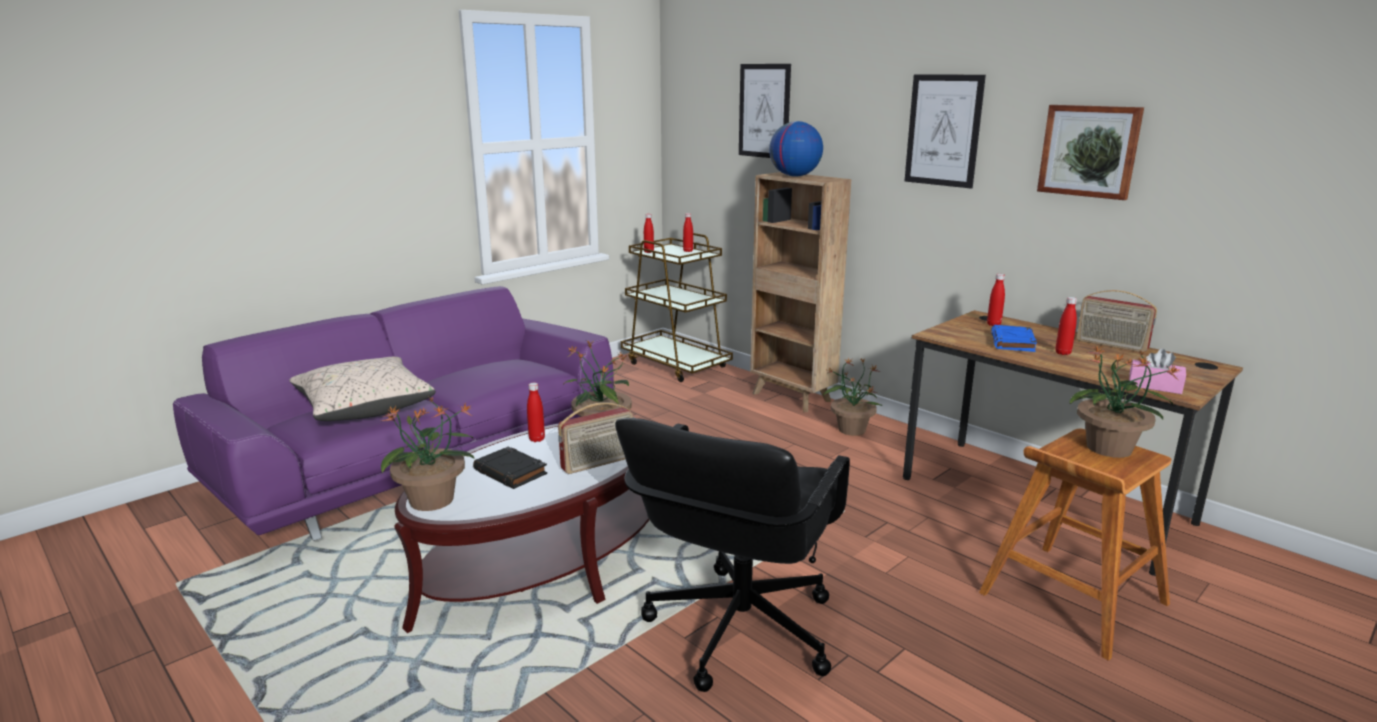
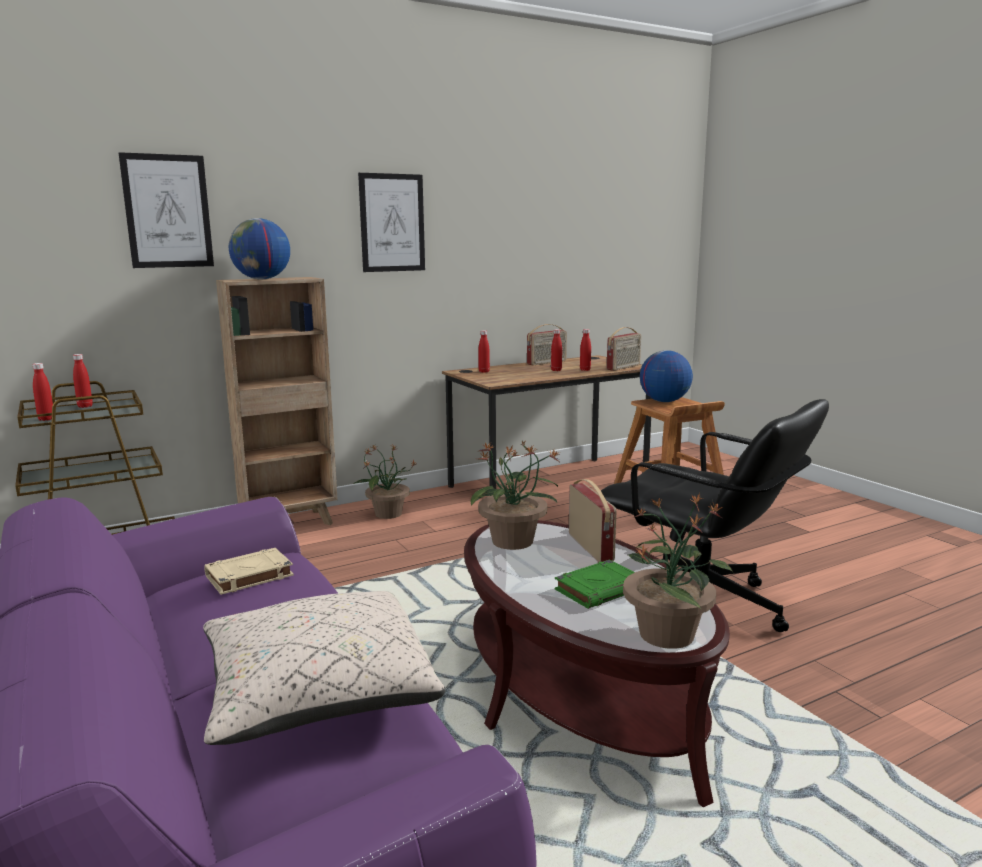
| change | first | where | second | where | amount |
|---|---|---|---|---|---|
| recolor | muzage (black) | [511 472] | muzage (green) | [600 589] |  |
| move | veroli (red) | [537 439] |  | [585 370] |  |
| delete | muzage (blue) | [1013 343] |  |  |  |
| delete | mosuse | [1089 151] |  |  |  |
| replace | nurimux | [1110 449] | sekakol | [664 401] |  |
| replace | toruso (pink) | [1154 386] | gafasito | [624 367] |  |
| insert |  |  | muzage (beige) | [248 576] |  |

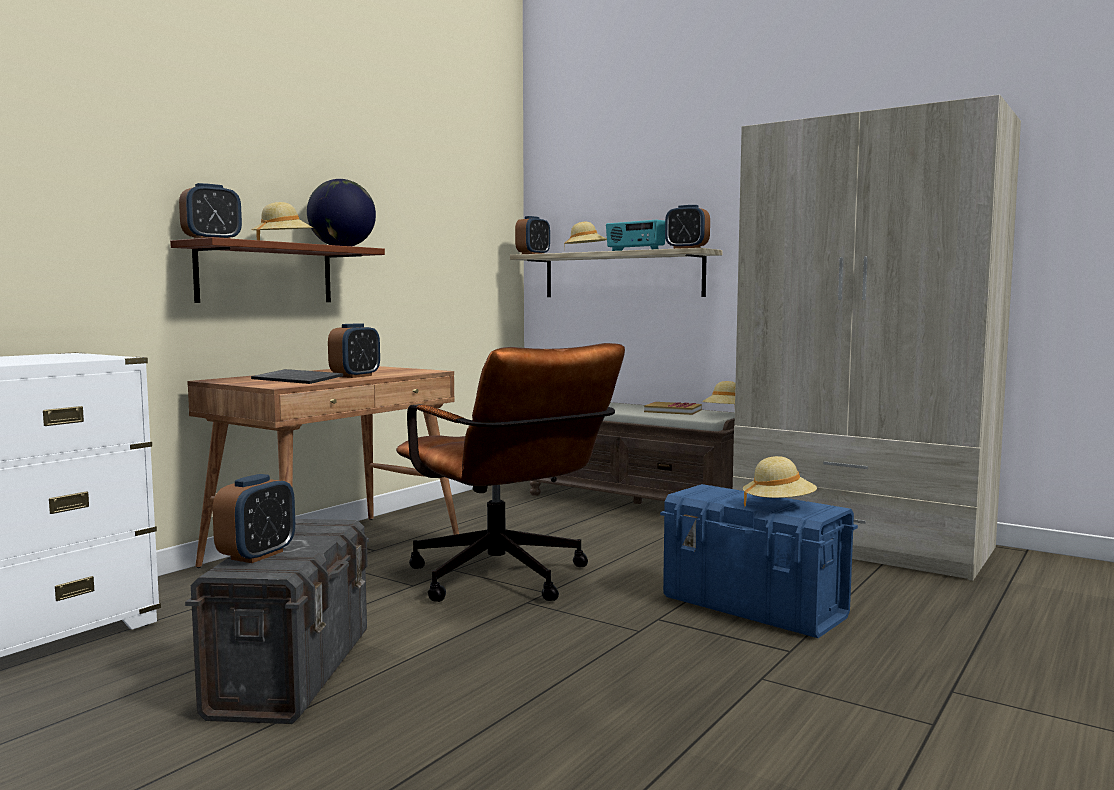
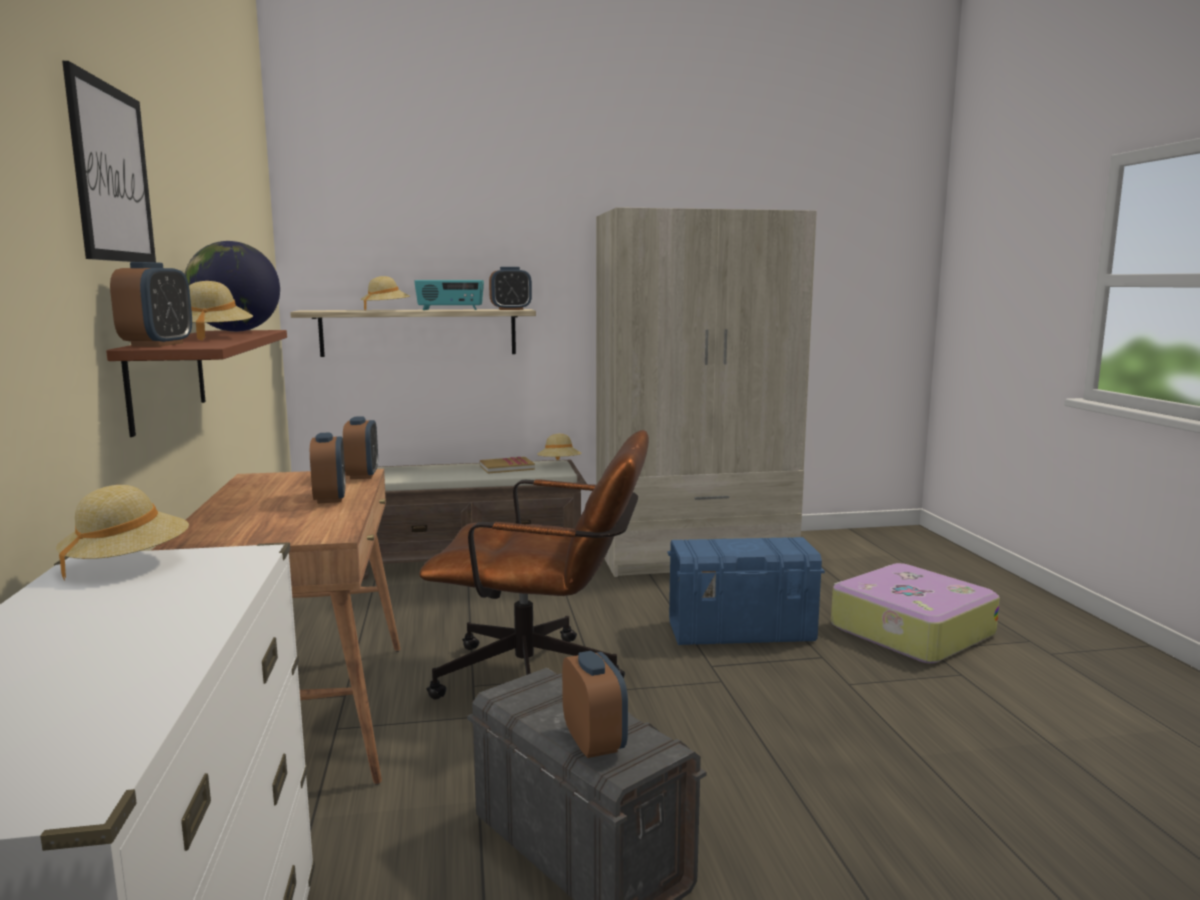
| change | first | where | second | where | amount |
|---|---|---|---|---|---|
| delete | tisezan | [299 379] |  |  |  |
| move | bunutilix | [533 254] |  | [362 475] |  |
| move | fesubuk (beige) | [778 506] |  | [127 563] |  |
| insert |  |  | mosuse | [111 173] |  |
| insert |  |  | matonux | [909 630] |  |

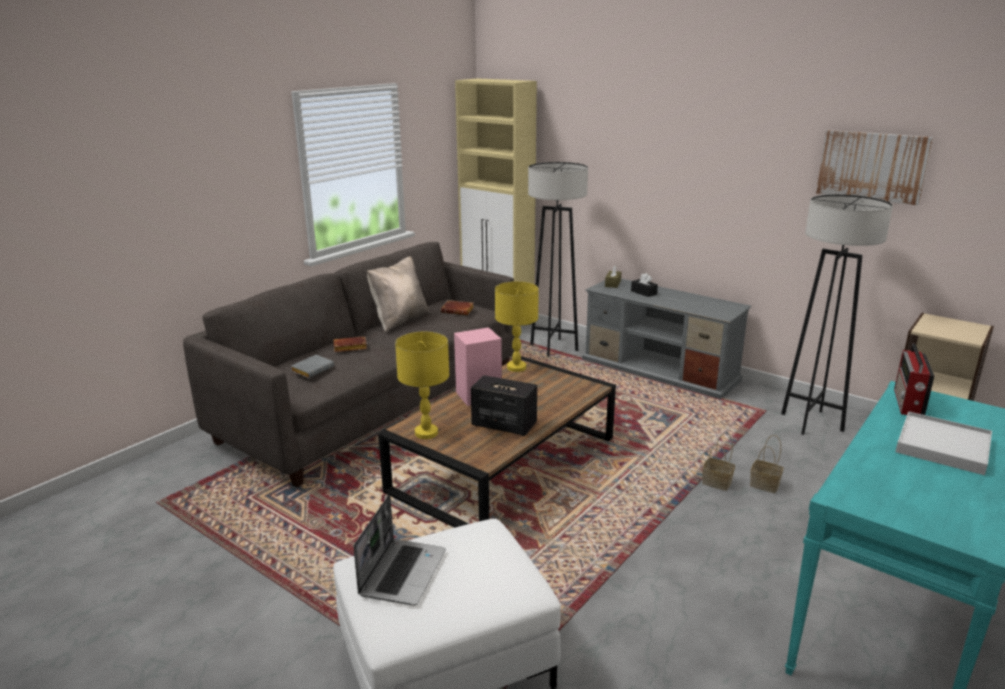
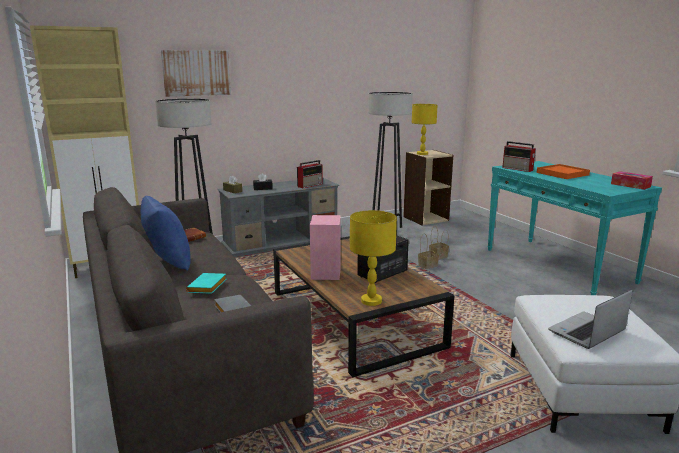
| change | first | where | second | where | amount |
|---|---|---|---|---|---|
| recolor | muzage (brown) | [349 348] | muzage (turquoise) | [208 287] |  |
| rotate | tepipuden | [402 572] |  | [587 332] | 75 degrees counterclockwise |
| recolor | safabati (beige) | [399 320] | safabati (blue) | [168 261] |  |
| move | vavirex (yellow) | [516 367] |  | [422 154] |  |
| move | mosuse | [872 166] |  | [196 73] |  |
| recolor | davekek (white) | [942 446] | davekek (orange) | [562 174] |  |
| insert |  |  | gafasito | [310 185] |  |
| insert |  |  | toruso | [630 185] |  |

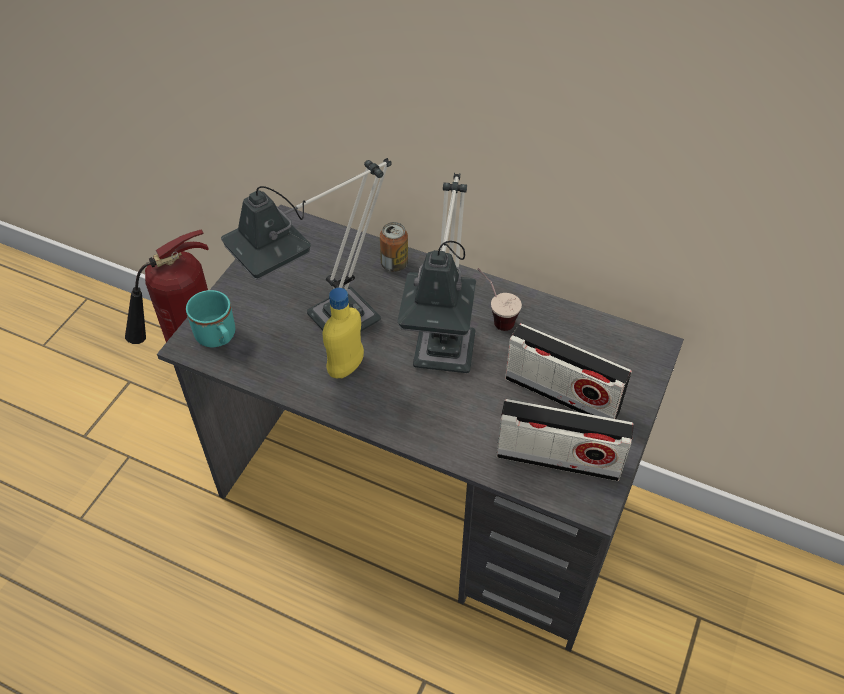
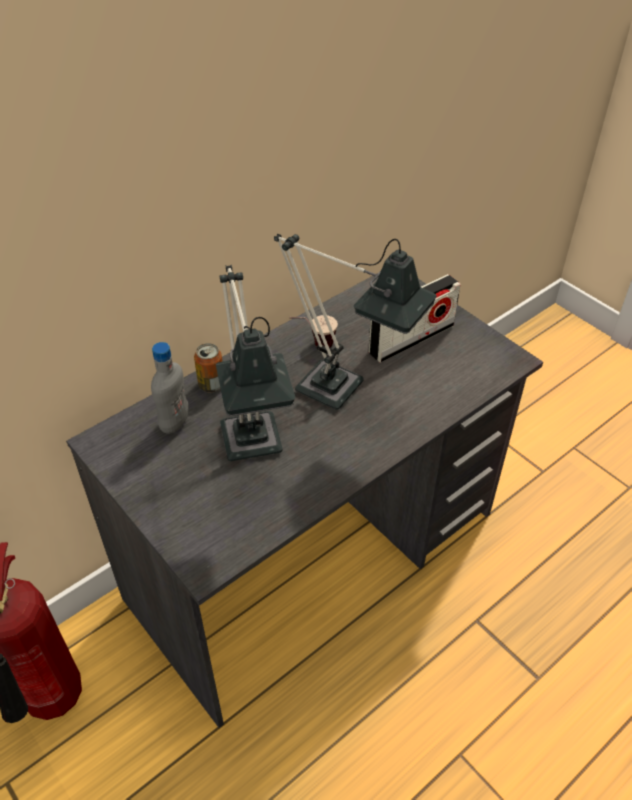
| change | first | where | second | where | amount |
|---|---|---|---|---|---|
| delete | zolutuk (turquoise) | [218 338] |  |  |  |
| delete | veroli (yellow) | [346 367] |  |  |  |
| delete | gafasito | [558 459] |  |  |  |
| insert |  |  | veroli (grey) | [174 422] |  |

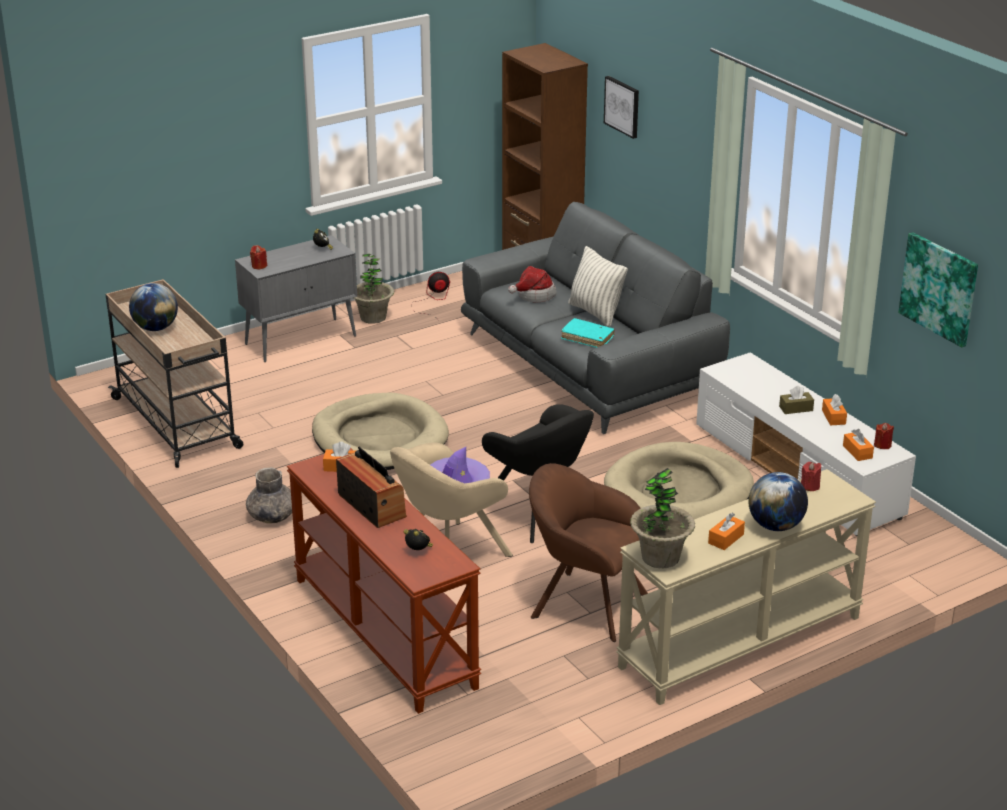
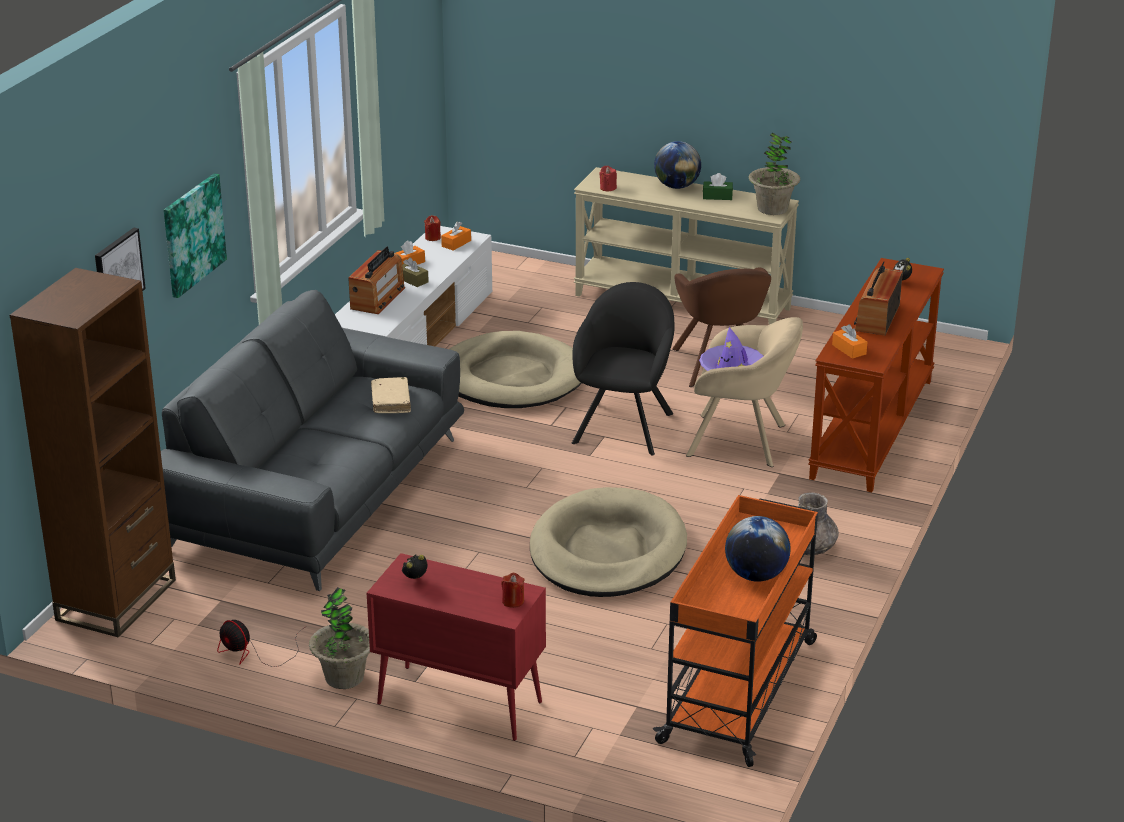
| change | first | where | second | where | amount |
|---|---|---|---|---|---|
| recolor | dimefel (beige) | [177 424] | dimefel (orange) | [740 690] |  |
| recolor | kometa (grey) | [301 340] | kometa (red) | [458 703] |  |
| delete | fesubuk | [533 295] |  |  |  |
| recolor | muzage (turquoise) | [587 338] | muzage (beige) | [391 401] |  |
| delete | safabati | [595 313] |  |  |  |
| recolor | toruso (orange) | [726 539] | toruso (green) | [717 196] |  |
| move | mosuse | [939 288] |  | [192 234] |  |
| insert |  |  | gafasito | [377 298] |  |

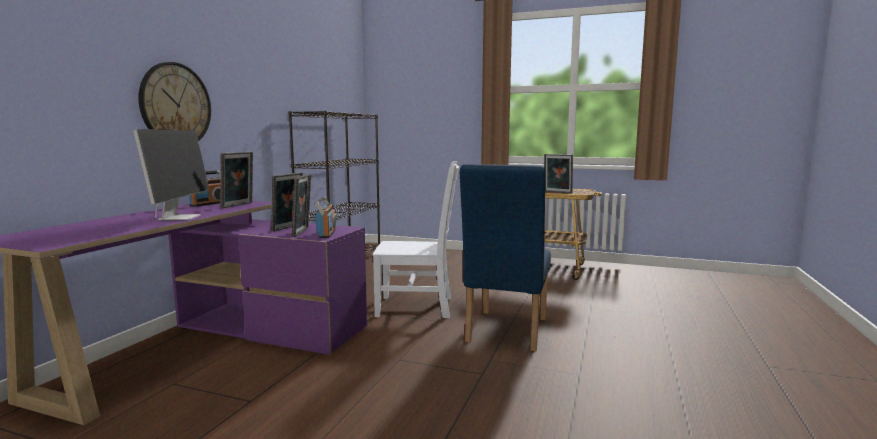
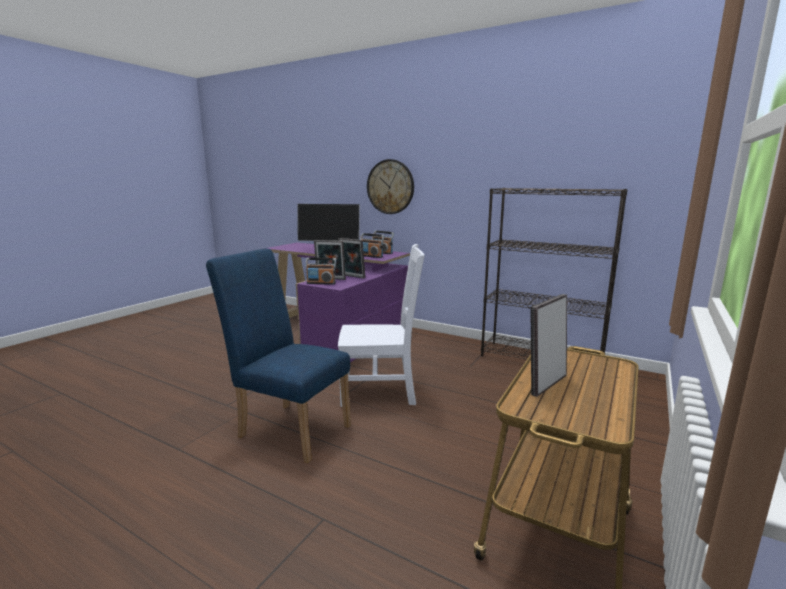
| change | first | where | second | where | amount |
|---|---|---|---|---|---|
| replace | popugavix | [239 205] | gafasito | [371 256] |  |
| rotate | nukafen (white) | [418 307] |  | [381 391] | 105 degrees counterclockwise |

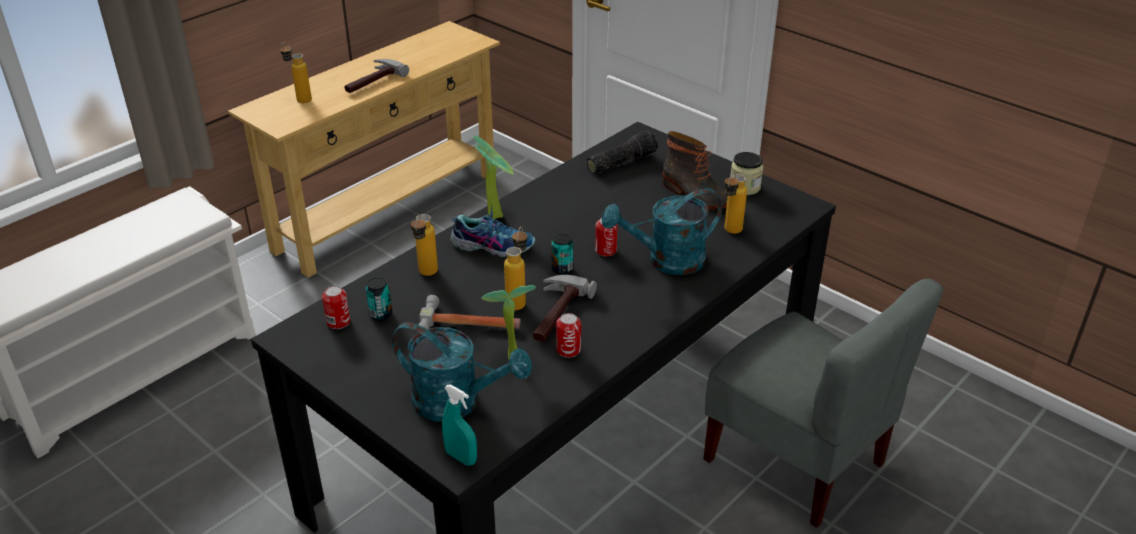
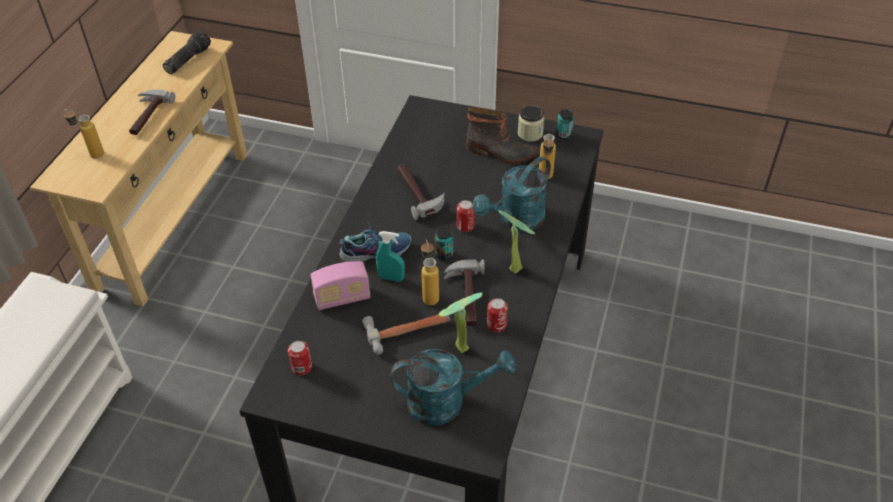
| change | first | where | second | where | amount |
|---|---|---|---|---|---|
| move | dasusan | [381 314] |  | [563 135] |  |
| replace | veroli | [426 275] | gafasito | [342 298] |  |
| move | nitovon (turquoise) | [461 457] |  | [391 278] |  |
| move | nurimux | [496 214] |  | [515 266] |  |
| move | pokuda | [621 162] |  | [187 59] |  |
| delete | nukafen (grey) | [796 461] |  |  |  |
| insert |  |  | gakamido | [419 194] |  |

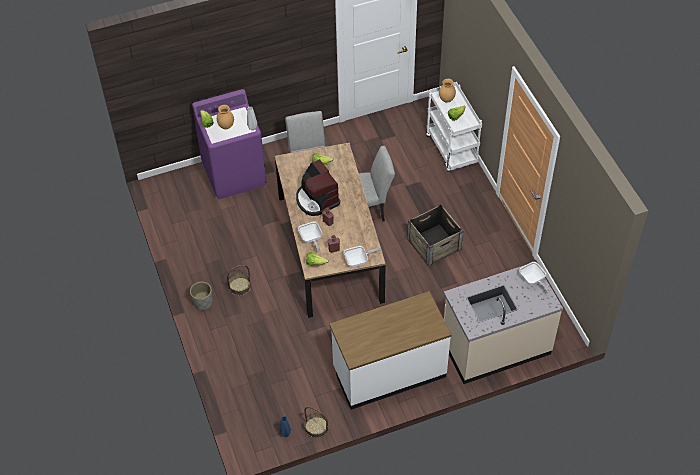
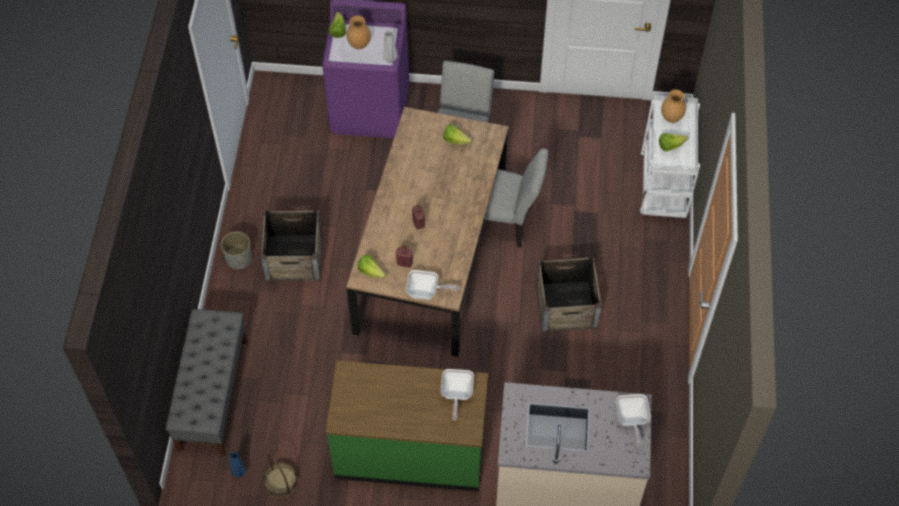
| change | first | where | second | where | amount |
|---|---|---|---|---|---|
| replace | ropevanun | [240 286] | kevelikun | [294 257] |  |
| delete | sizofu | [316 200] |  |  |  |
| move | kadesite | [311 239] |  | [456 394] |  |
| recolor | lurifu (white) | [389 372] | lurifu (green) | [410 451] |  |
| insert |  |  | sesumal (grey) | [213 394] |  |

